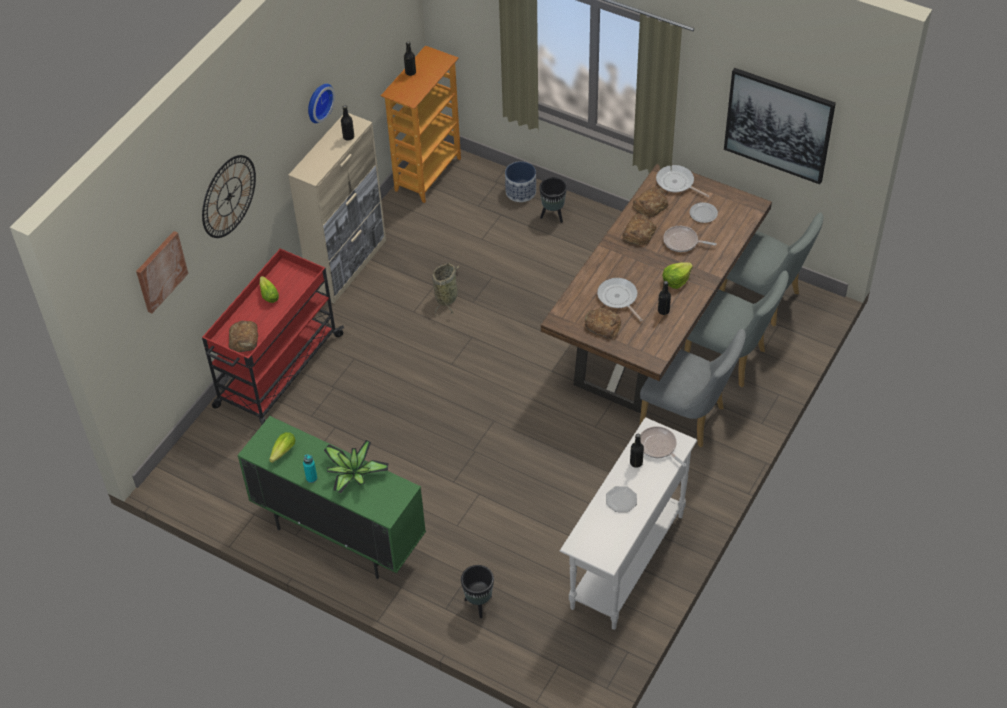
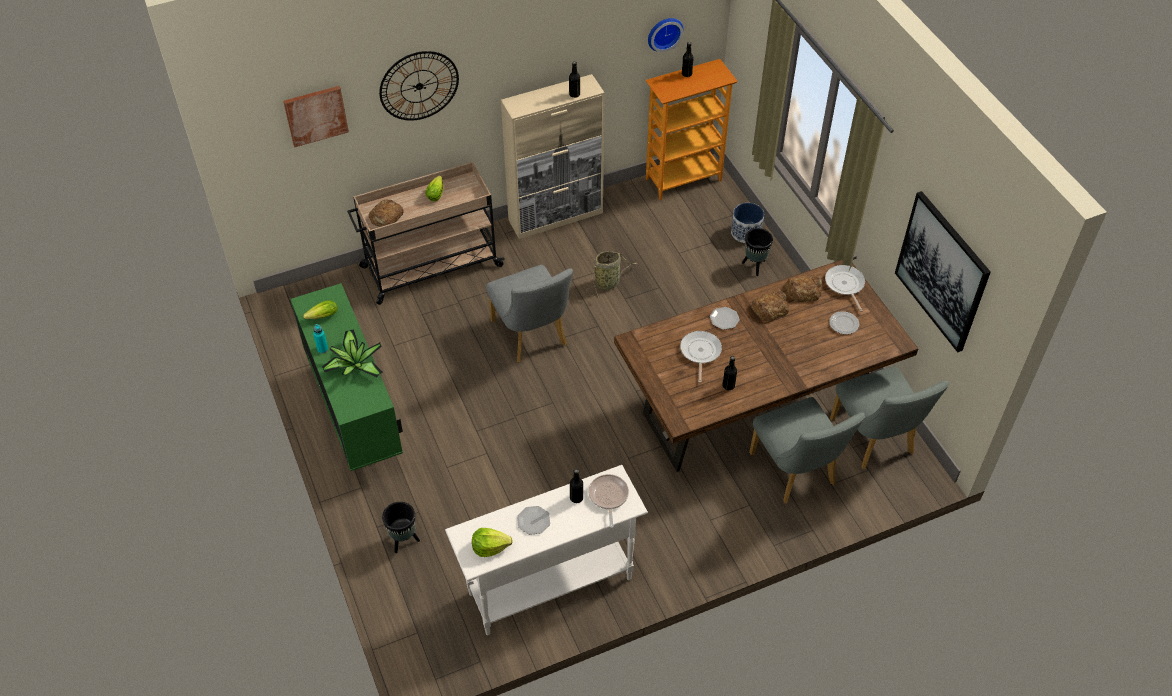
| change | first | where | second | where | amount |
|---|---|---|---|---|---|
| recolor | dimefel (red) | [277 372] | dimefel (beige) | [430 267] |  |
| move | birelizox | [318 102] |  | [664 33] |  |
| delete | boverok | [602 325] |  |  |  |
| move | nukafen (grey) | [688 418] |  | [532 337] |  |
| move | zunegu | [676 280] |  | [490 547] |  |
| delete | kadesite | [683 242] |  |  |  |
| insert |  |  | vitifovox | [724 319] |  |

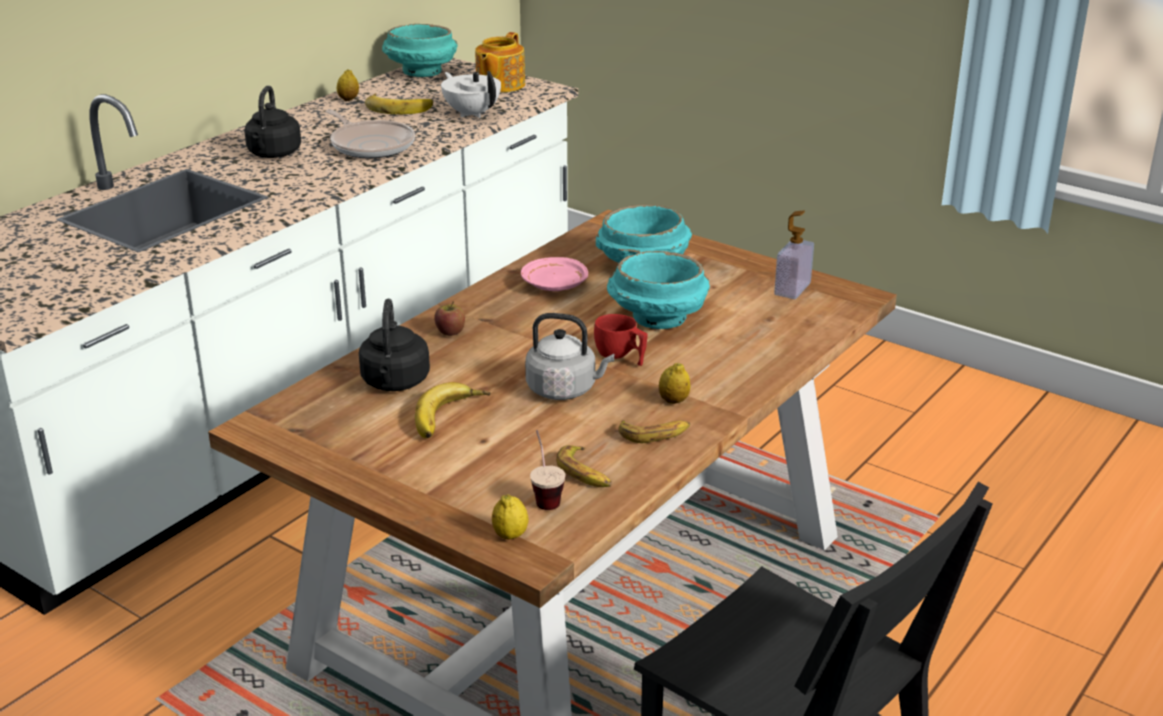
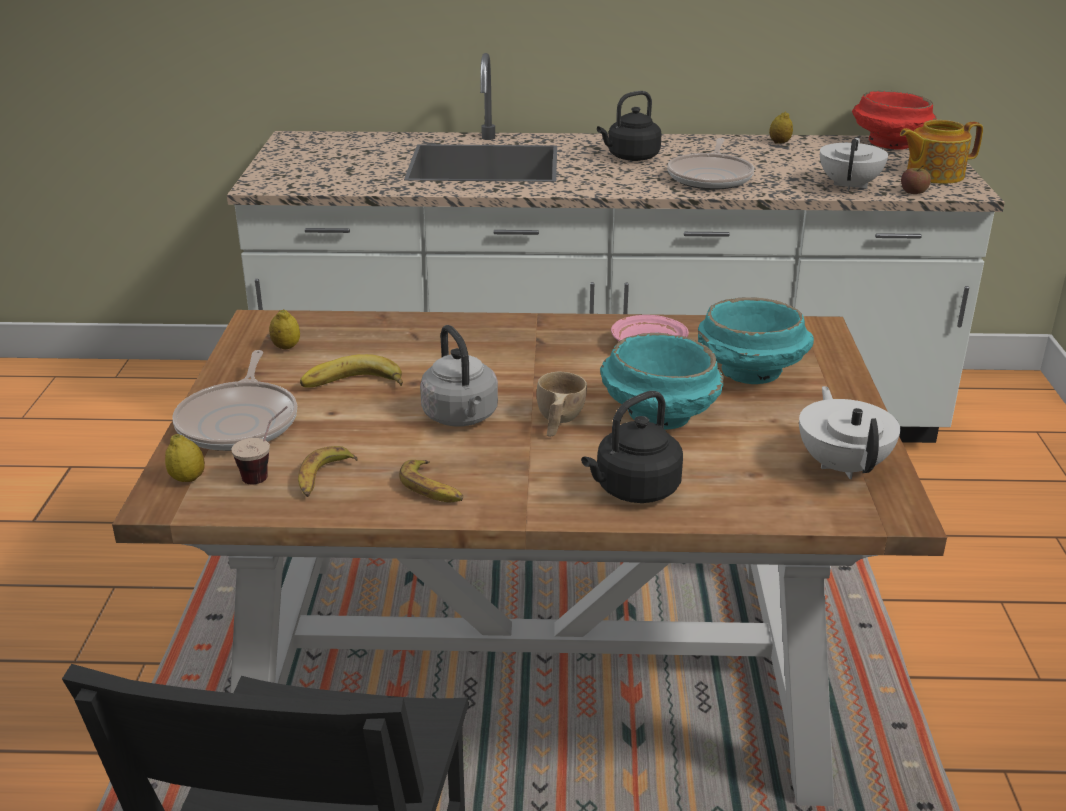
| change | first | where | second | where | amount |
|---|---|---|---|---|---|
| move | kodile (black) | [395 383] |  | [633 490] |  |
| delete | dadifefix | [399 107] |  |  |  |
| recolor | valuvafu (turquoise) | [421 72] | valuvafu (red) | [888 144] |  |
| move | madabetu | [450 331] |  | [913 192] |  |
| recolor | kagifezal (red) | [621 357] | kagifezal (beige) | [558 422] |  |
| move | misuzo | [673 401] |  | [286 347] |  |
| replace | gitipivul | [792 289] | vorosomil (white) | [843 465] |  |
| insert |  |  | kadesite | [240 421] |  |

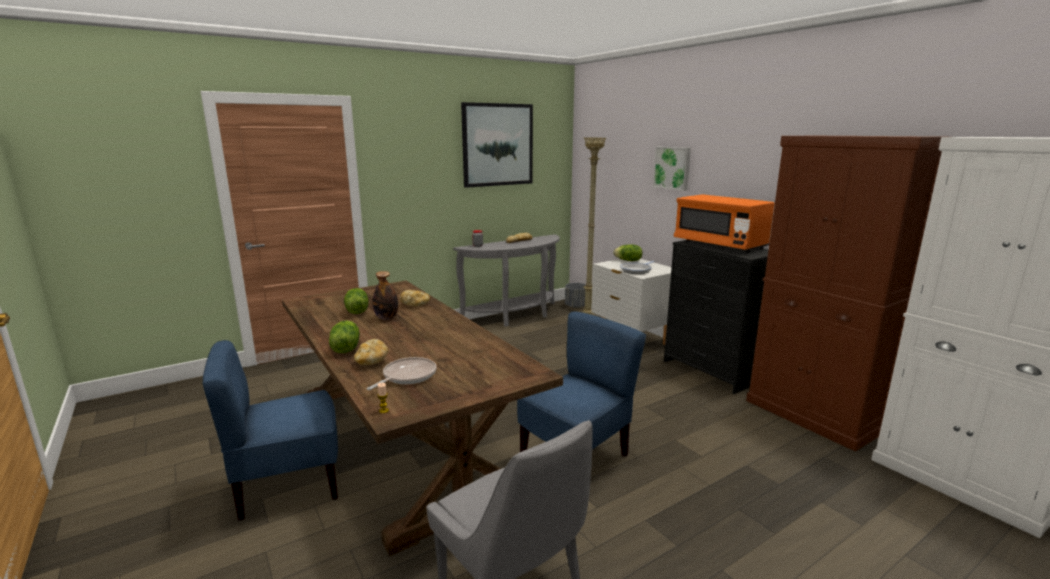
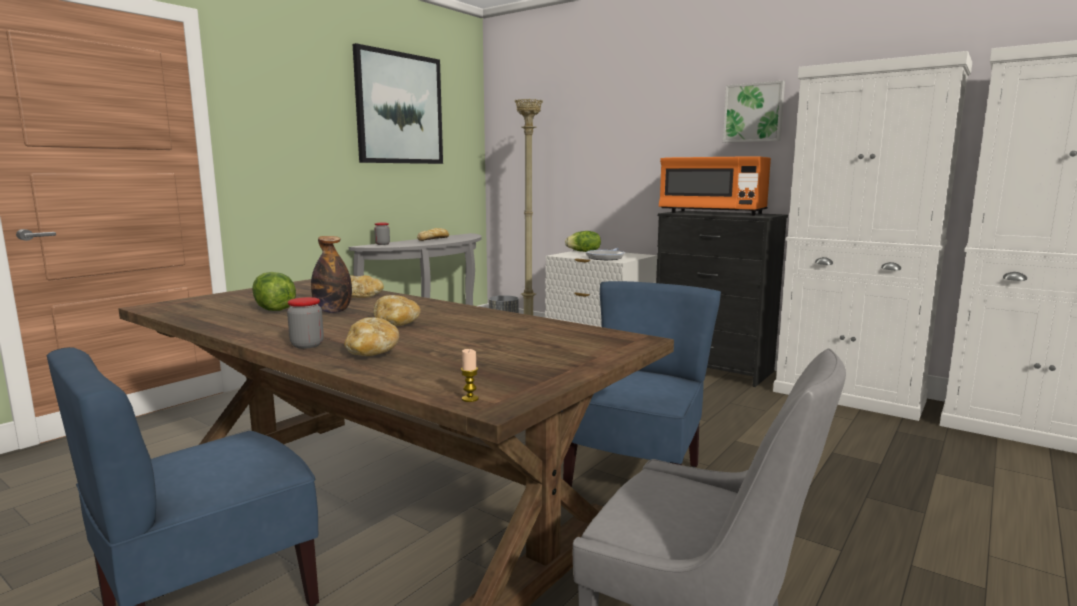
| change | first | where | second | where | amount |
|---|---|---|---|---|---|
| replace | zunegu | [345 349] | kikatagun | [307 345] |  |
| delete | kadesite | [407 376] |  |  |  |
| move | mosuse | [672 168] |  | [754 113] |  |
| recolor | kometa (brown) | [812 416] | kometa (white) | [848 396] |  |
| insert |  |  | boverok | [396 324] |  |

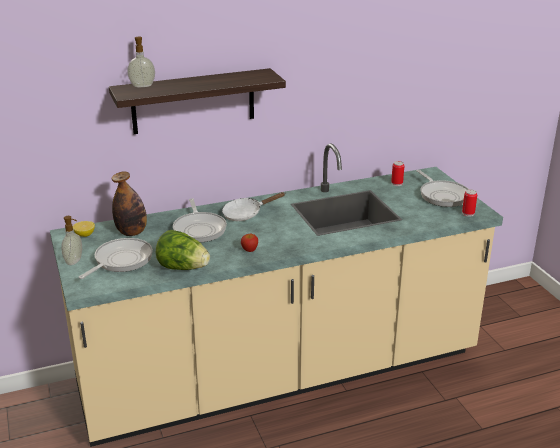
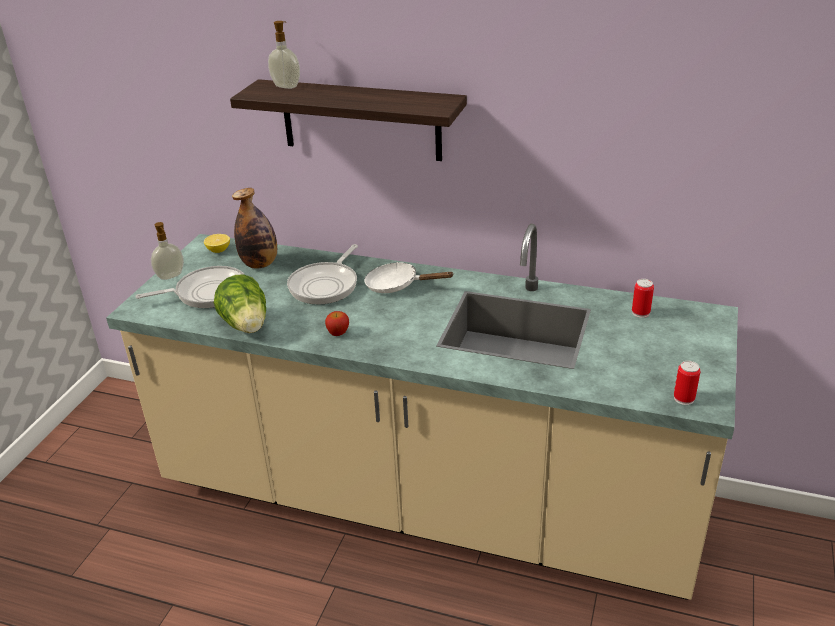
| change | first | where | second | where | amount |
|---|---|---|---|---|---|
| delete | kadesite | [442 195] |  |  |  |

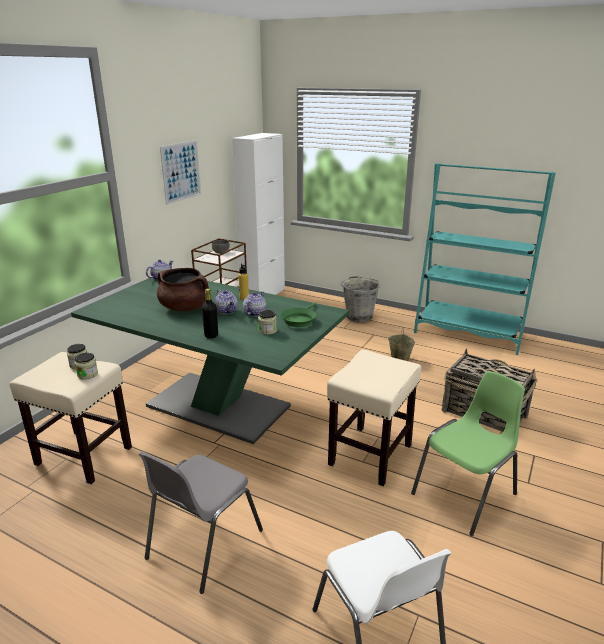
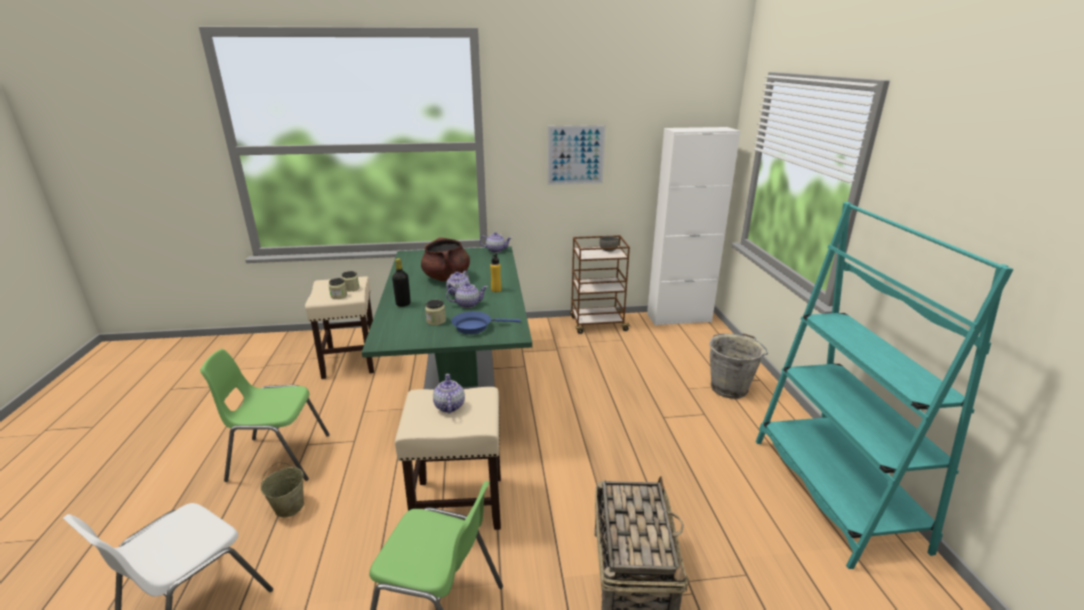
| change | first | where | second | where | amount |
|---|---|---|---|---|---|
| recolor | nukafen (grey) | [202 544] | nukafen (green) | [278 457] |  |
| recolor | kadesite (green) | [299 320] | kadesite (blue) | [475 327] |  |
| move | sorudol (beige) | [399 358] |  | [289 506] |  |
| insert |  |  | vorosomil | [449 406] |  |

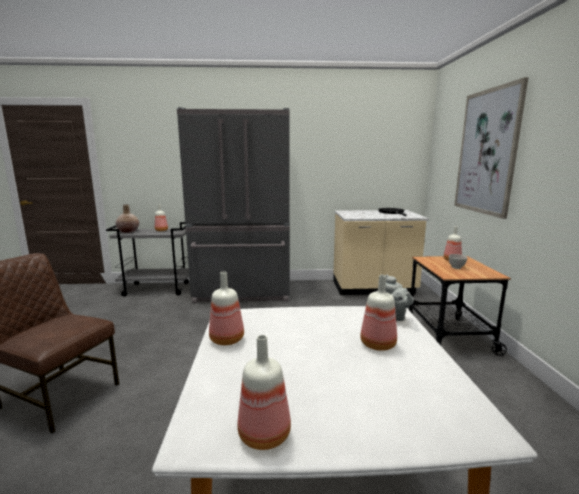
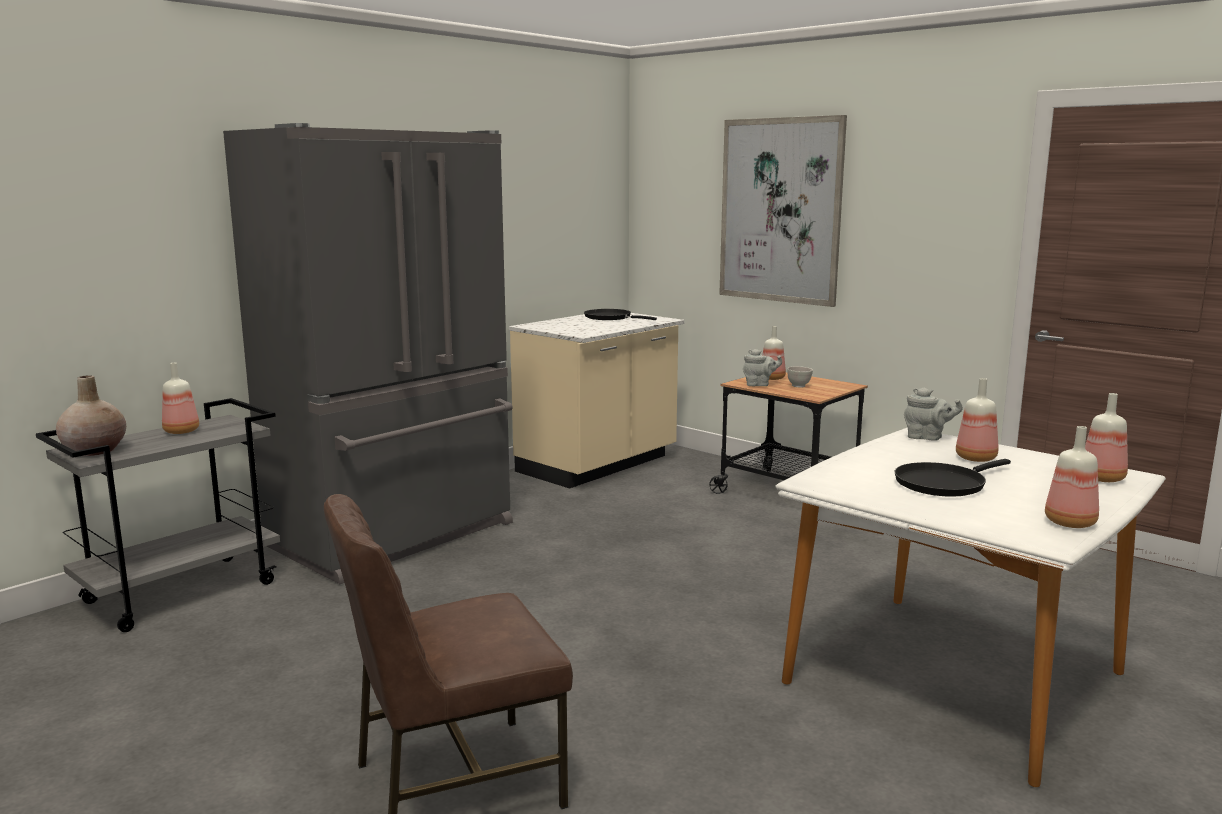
| change | first | where | second | where | amount |
|---|---|---|---|---|---|
| move | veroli | [227 339] |  | [1101 478] |  |
| insert |  |  | vorosomil (grey) | [759 385] |  |
| insert |  |  | kadesite (black) | [943 484] |  |

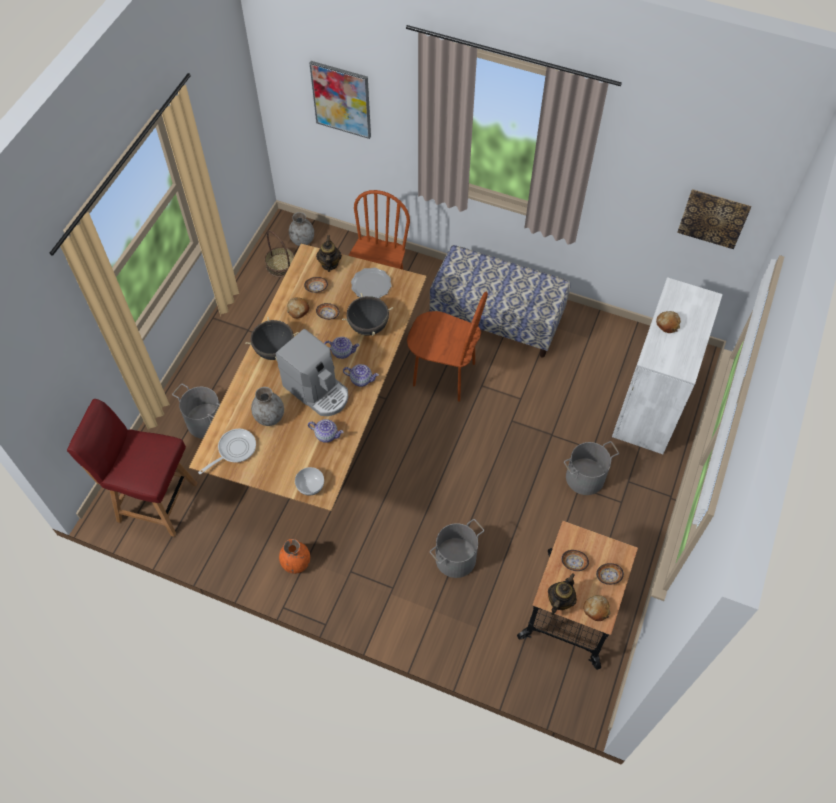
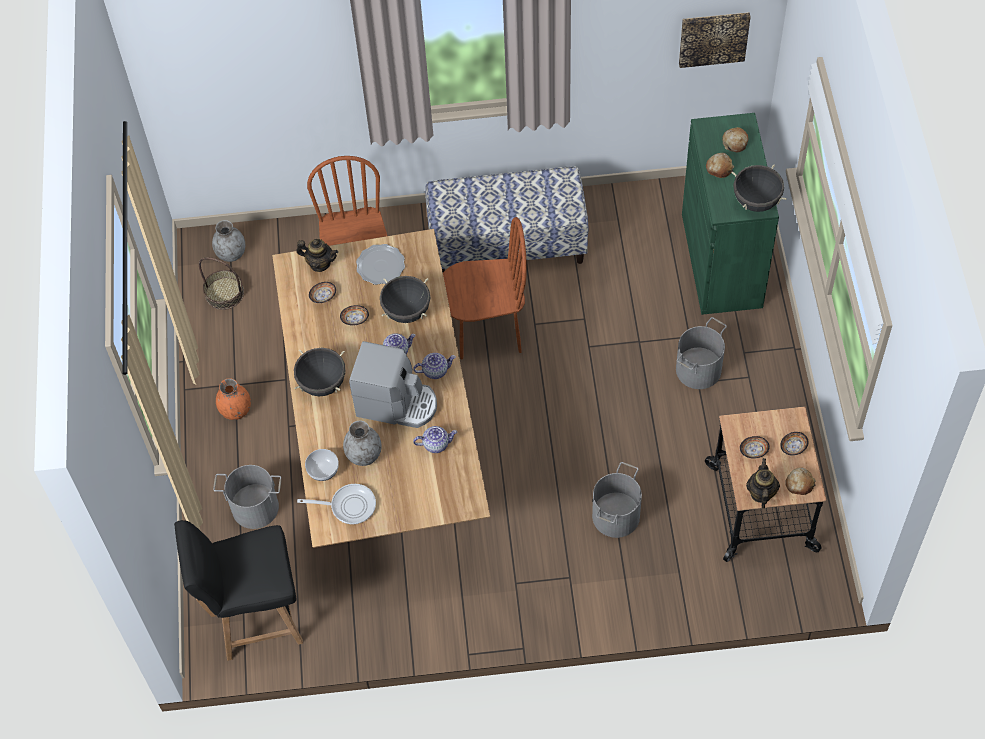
| change | first | where | second | where | amount |
|---|---|---|---|---|---|
| recolor | nukafen (red) | [155 501] | nukafen (black) | [256 618] |  |
| rotate | kadesite | [234 450] |  | [349 506] | 75 degrees clockwise |
| move | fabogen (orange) | [296 563] |  | [235 410] |  |
| move | boverok | [298 310] |  | [735 142] |  |
| move | valuvafu | [311 485] |  | [323 470] |  |
| delete | mosuse | [341 99] |  |  |  |
| rotate | vorosomil | [329 264] |  | [320 263] | 135 degrees clockwise |
| recolor | kometa (white) | [651 403] | kometa (green) | [721 260] |  |
| insert |  |  | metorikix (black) | [756 201] |  |

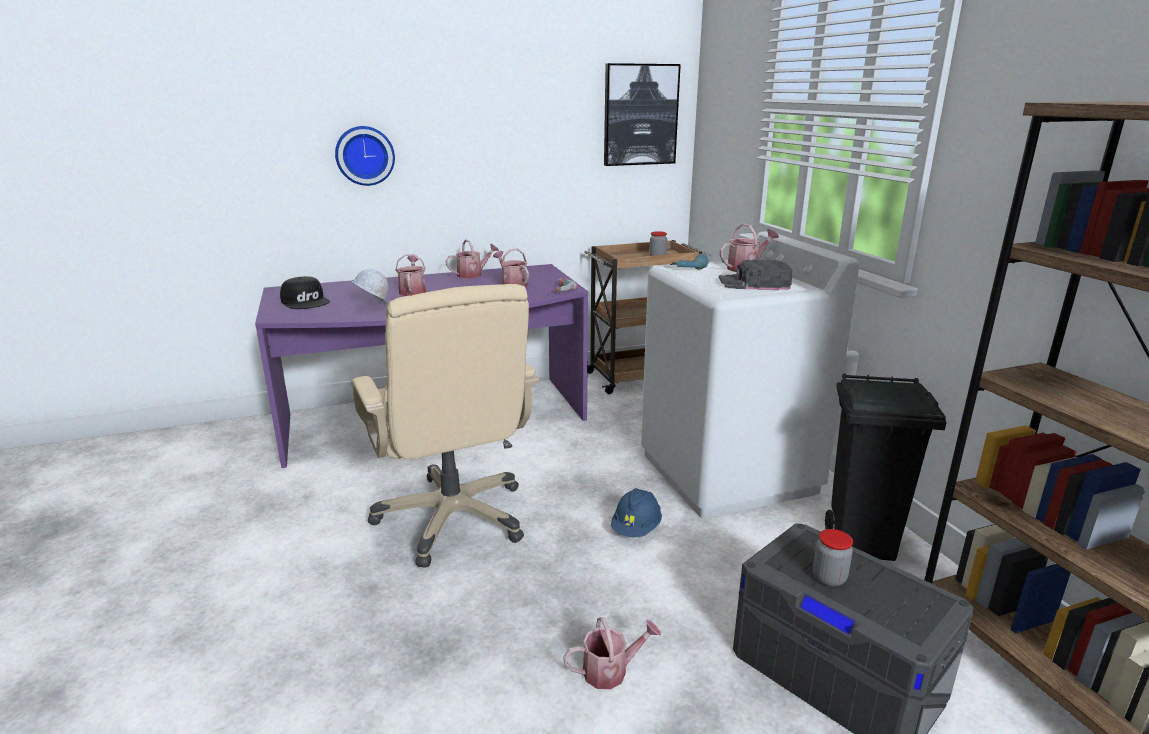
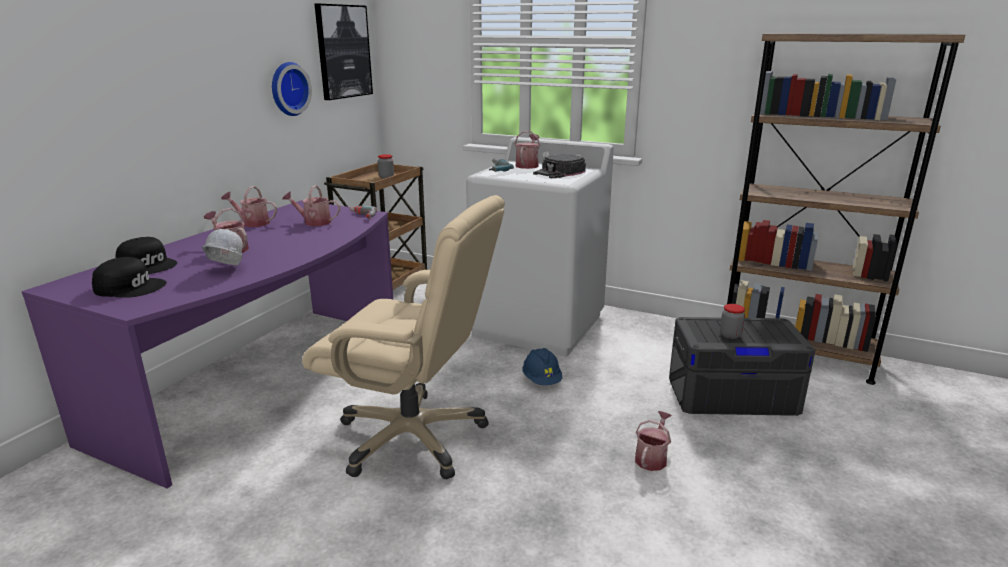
| change | first | where | second | where | amount |
|---|---|---|---|---|---|
| move | birelizox | [365 155] |  | [288 89] |  |
| rotate | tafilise | [473 275] |  | [252 223] | 90 degrees counterclockwise |
| delete | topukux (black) | [862 544] |  |  |  |
| insert |  |  | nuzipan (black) | [148 265] |  |

